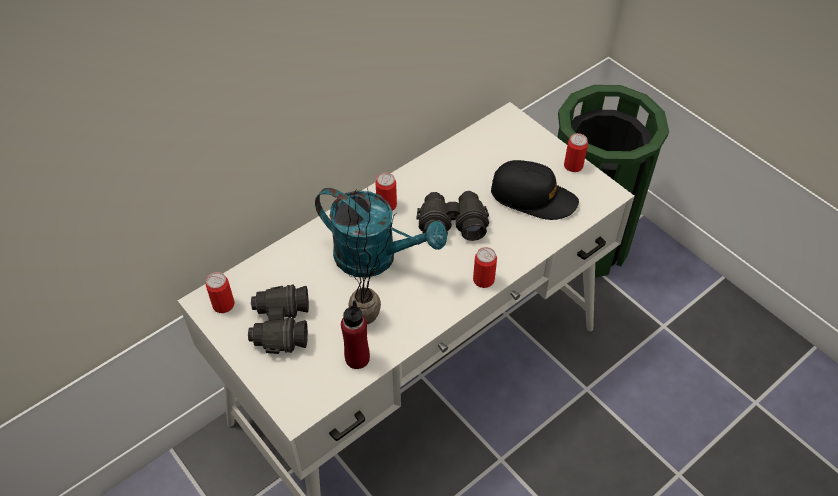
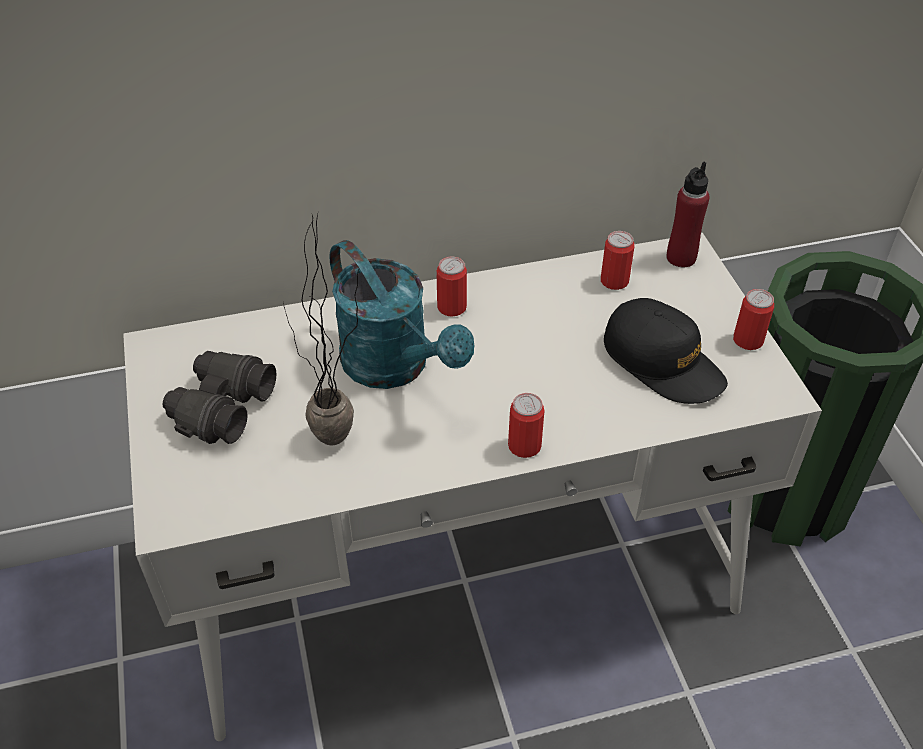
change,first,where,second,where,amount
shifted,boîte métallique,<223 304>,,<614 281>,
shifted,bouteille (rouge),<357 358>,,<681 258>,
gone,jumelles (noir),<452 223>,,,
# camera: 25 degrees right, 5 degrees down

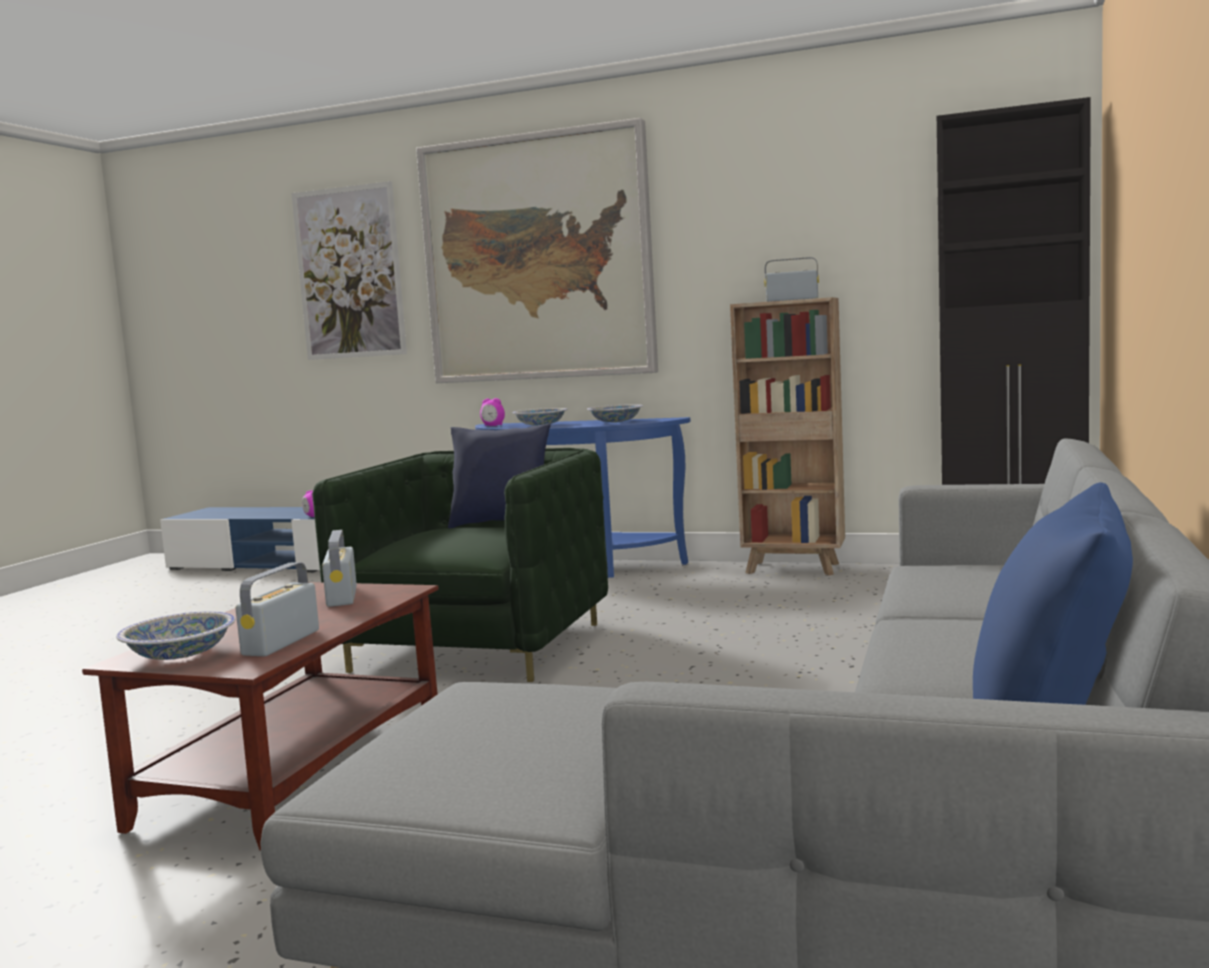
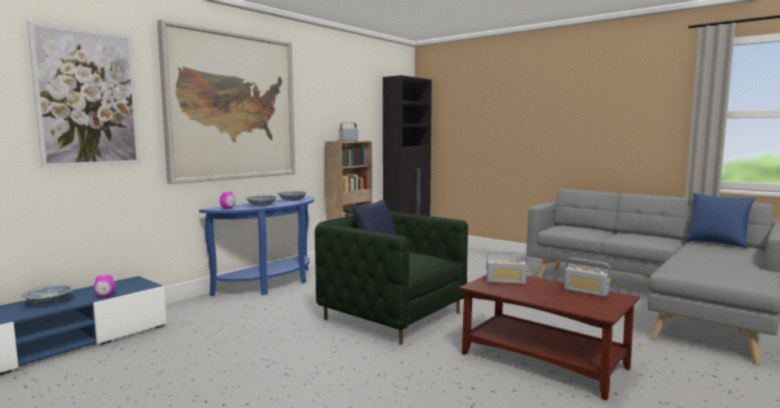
change,first,where,second,where,amount
shifted,bol,<180 655>,,<49 302>,
# camera: 70 degrees left, 0 degrees up

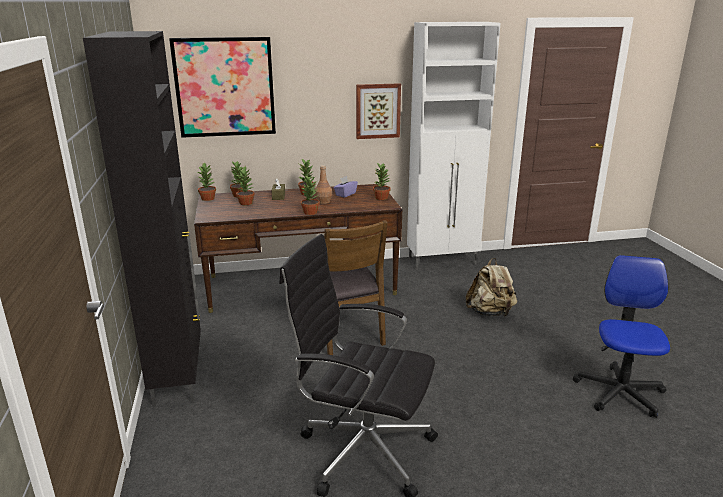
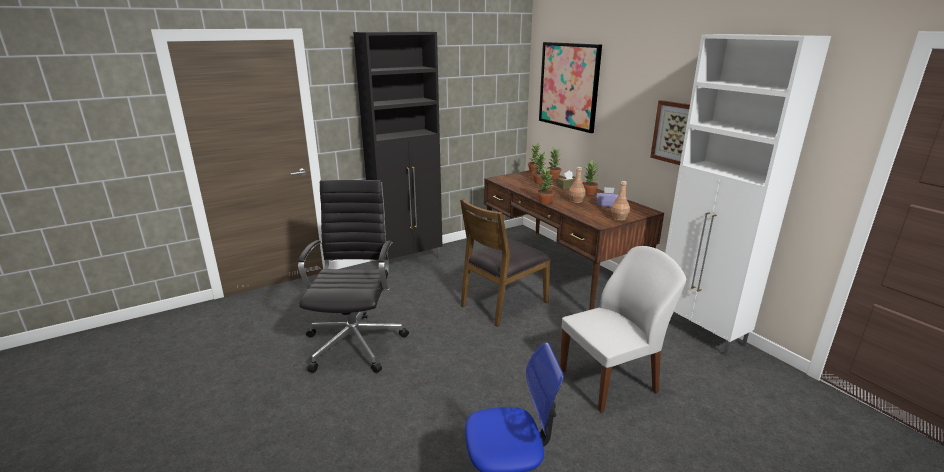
change,first,where,second,where,amount
swapped,sac à dos (beige),<490 313>,chaise (blanc),<610 380>,
swapped,plante en pot,<381 198>,bouteille (marron),<619 218>,
# camera: 70 degrees right, 0 degrees up

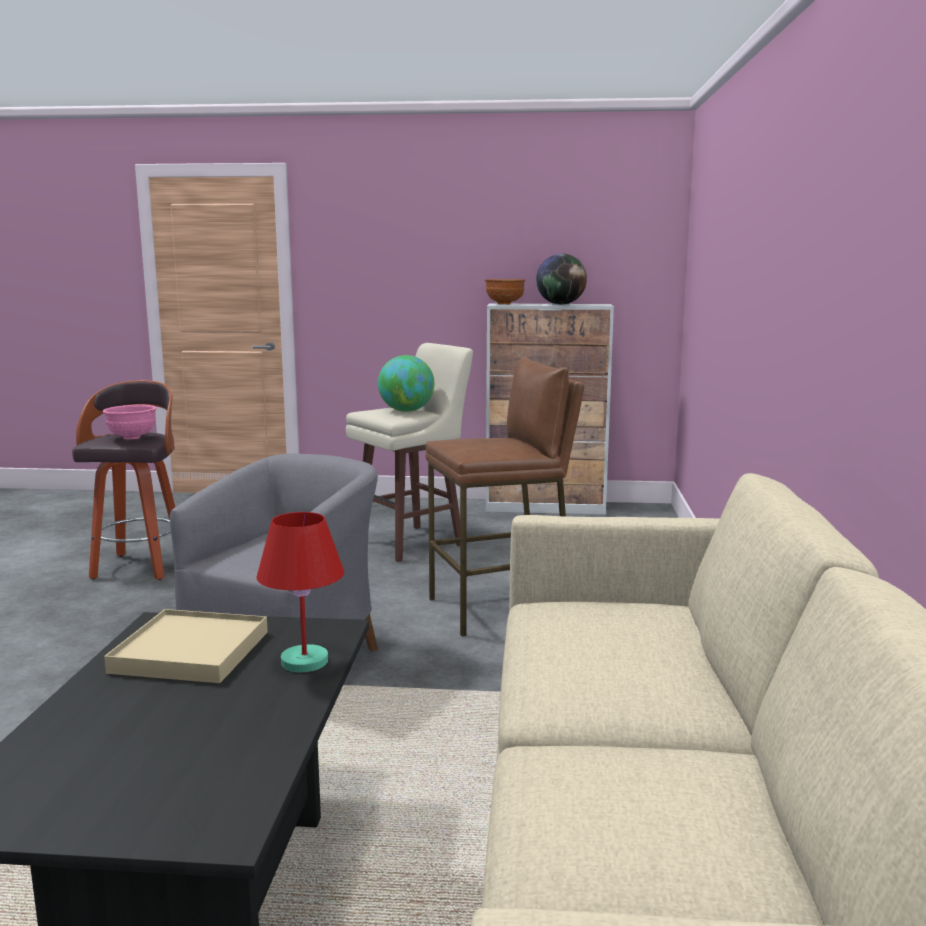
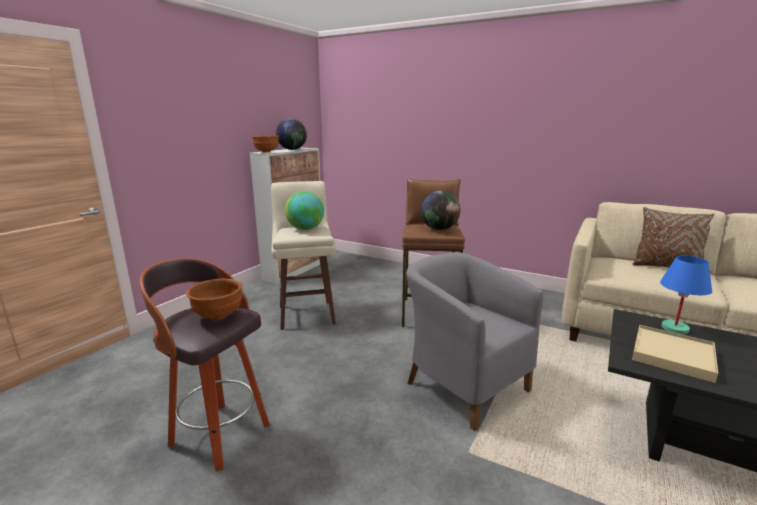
change,first,where,second,where,amount
repainted,bol (rose),<132 438>,bol (marron),<217 316>,
new,,,globe,<439 229>,
new,,,coussin (marron),<666 267>,
repainted,lampe de table (rouge),<303 661>,lampe de table (bleu),<674 328>,
# camera: 65 degrees left, 5 degrees up

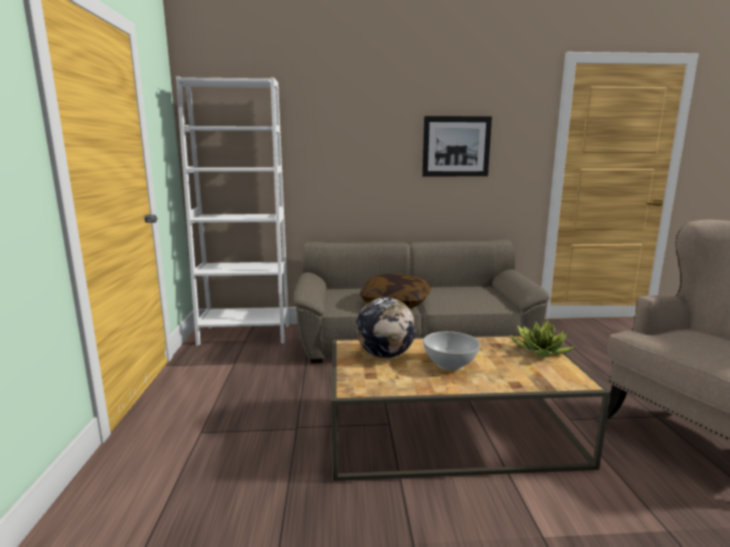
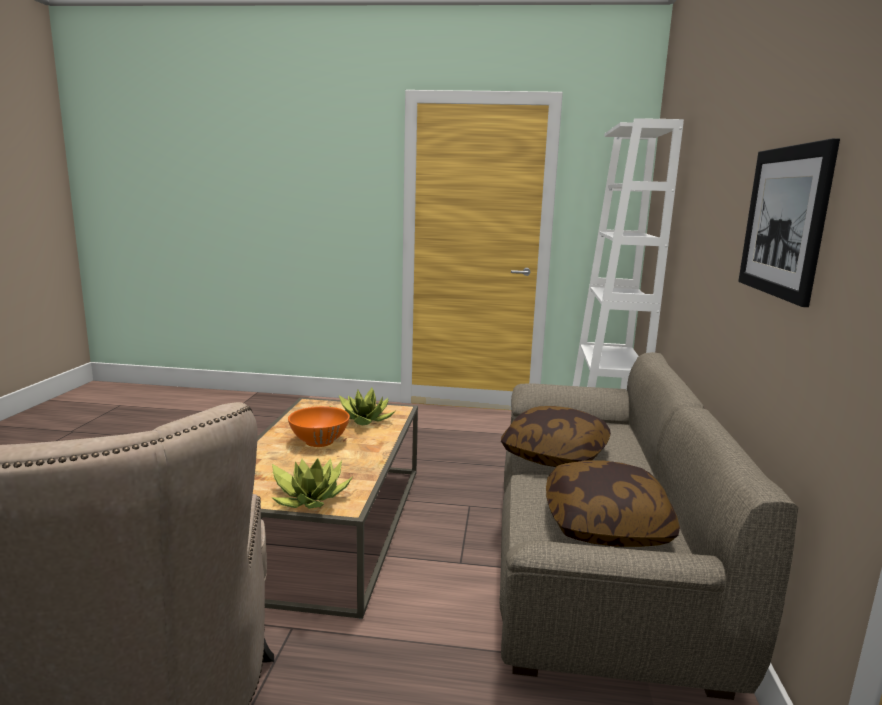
change,first,where,second,where,amount
repainted,bol (blanc),<449 365>,bol (orange),<319 441>,
swapped,globe,<385 355>,plante en pot,<363 420>,
new,,,coussin,<606 525>,
# camera: 100 degrees right, 0 degrees up

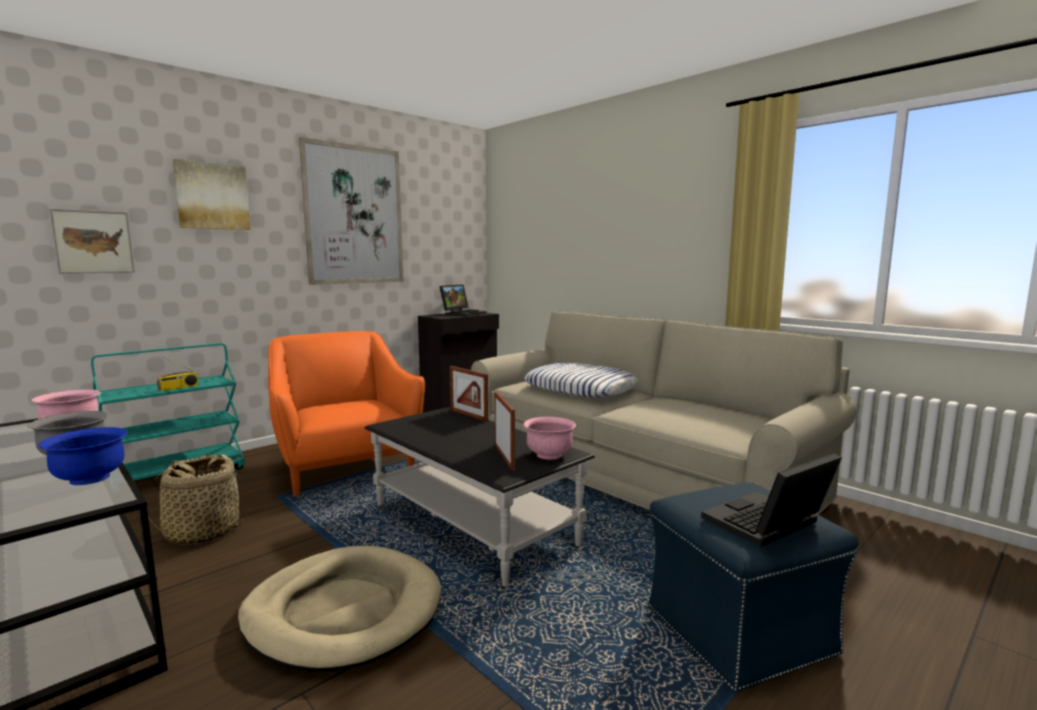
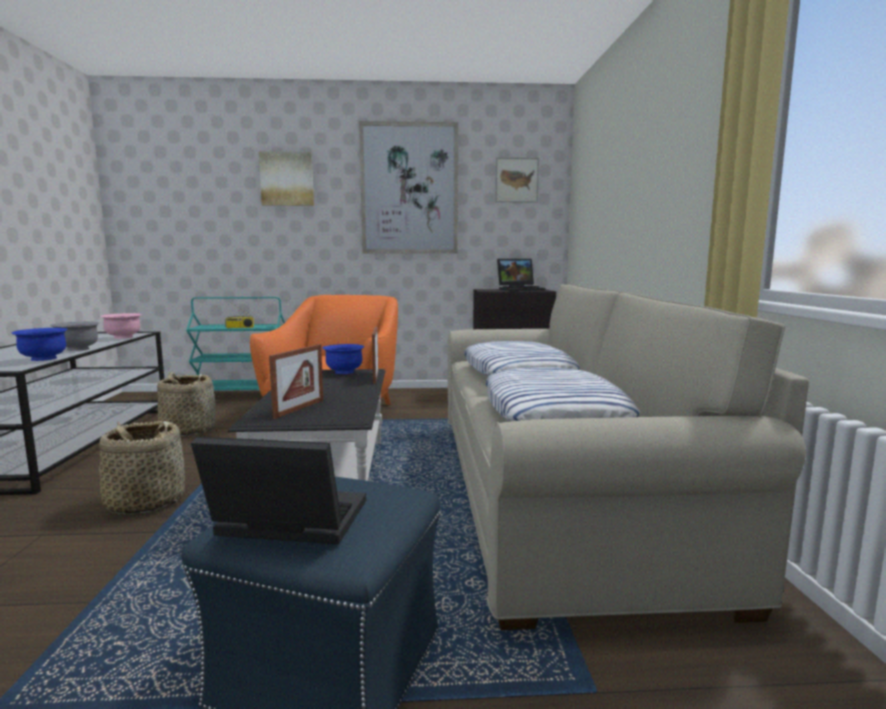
change,first,where,second,where,amount
swapped,panier pour chien (beige),<343 612>,panier,<145 502>,
new,,,bol (bleu),<344 372>,
new,,,coussin,<553 411>,
shifted,tableau,<93 242>,,<516 180>,
gone,bol (rose),<549 455>,,,
# camera: 40 degrees right, 0 degrees up

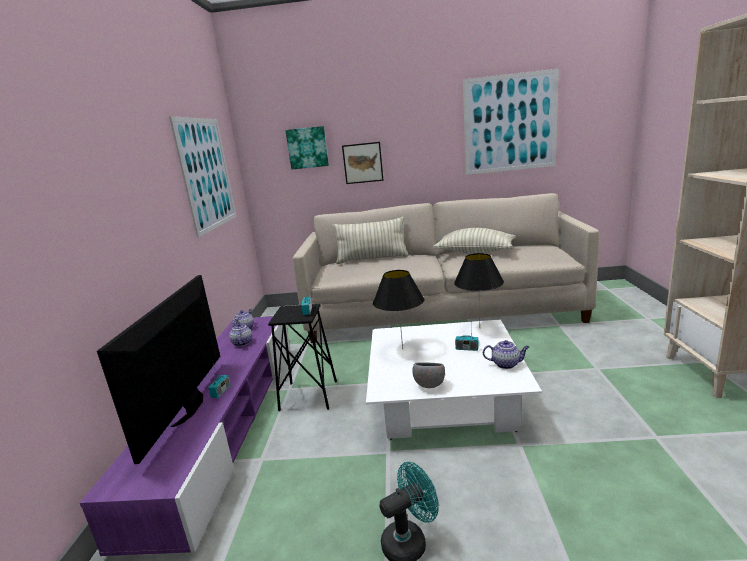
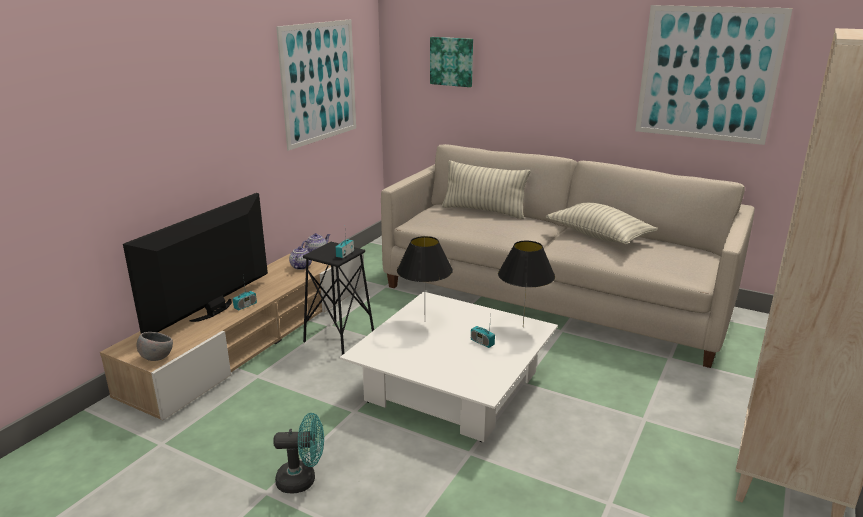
change,first,where,second,where,amount
repainted,meuble télé (violet),<225 421>,meuble télé (beige),<257 335>,
shifted,bol (gris),<429 385>,,<156 358>,
gone,tableau,<363 163>,,,
gone,théière,<506 364>,,,
# camera: 25 degrees right, 5 degrees up

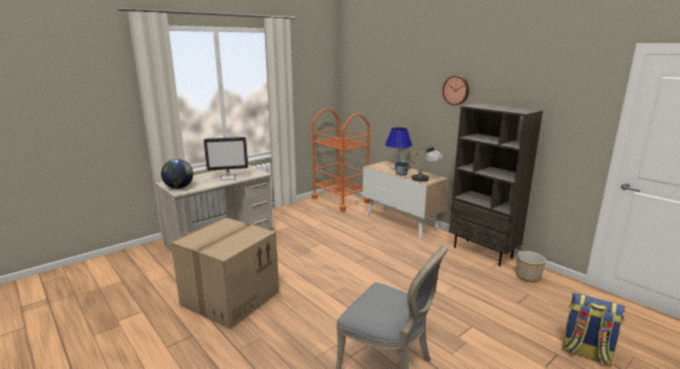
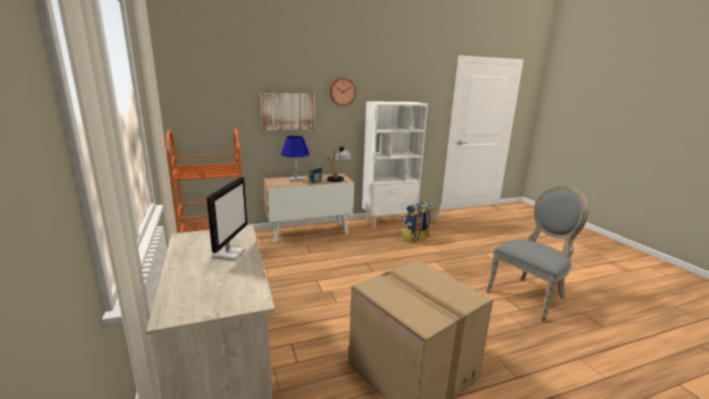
change,first,where,second,where,amount
new,,,tableau,<288 111>,
repainted,bibliothèque (marron),<483 252>,bibliothèque (blanc),<389 221>,
shifted,sac à dos,<585 353>,,<416 238>,
gone,globe,<179 188>,,,
# camera: 70 degrees left, 0 degrees up

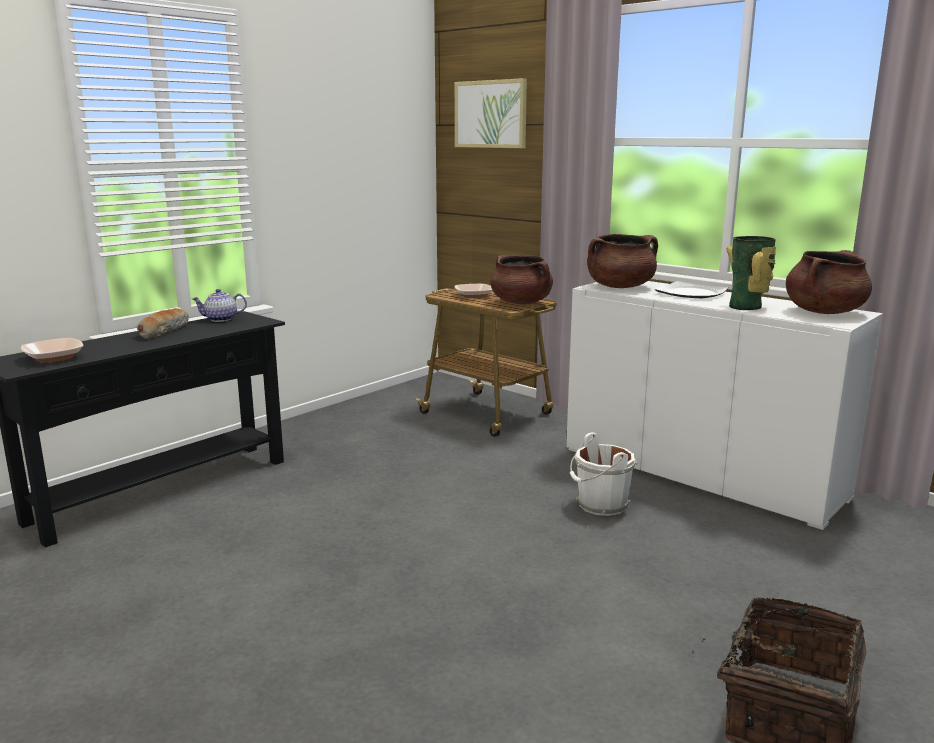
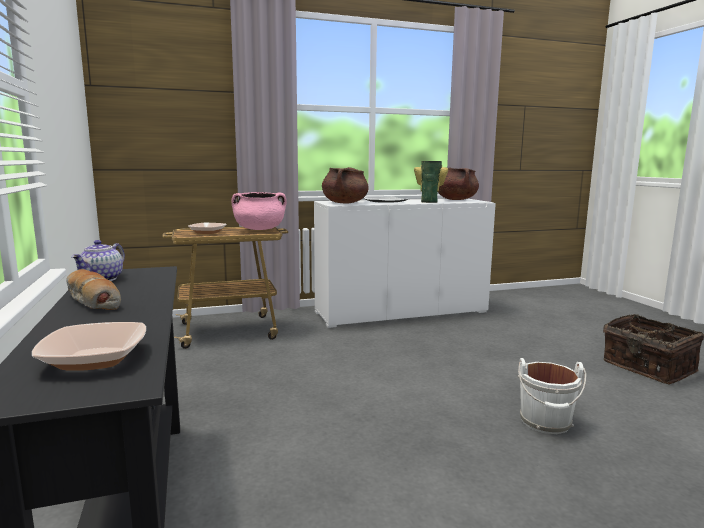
change,first,where,second,where,amount
repainted,marmite (marron),<521 303>,marmite (rose),<259 229>,
shifted,seau (blanc),<600 505>,,<546 423>,
gone,tableau,<490 114>,,,
# camera: 60 degrees left, 5 degrees down

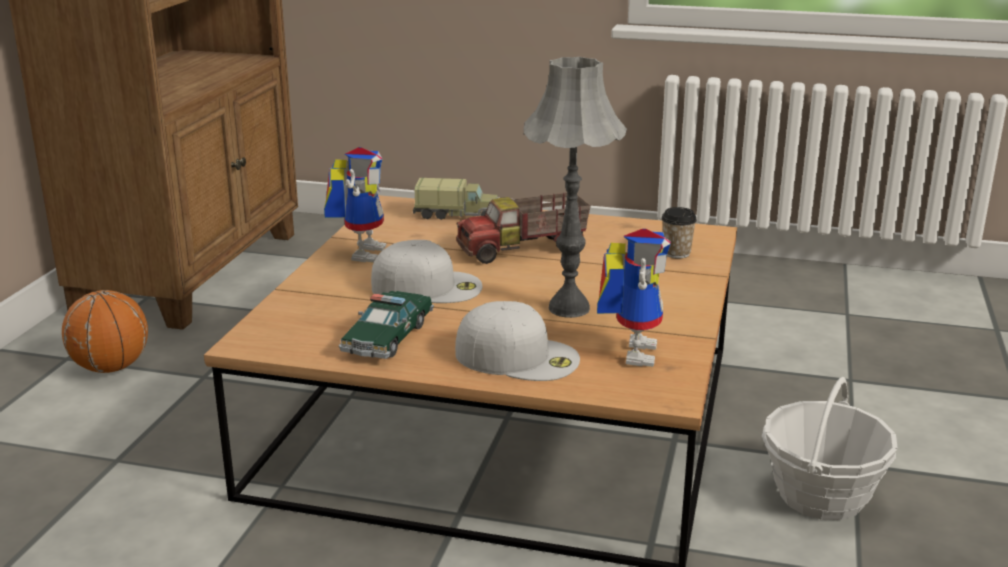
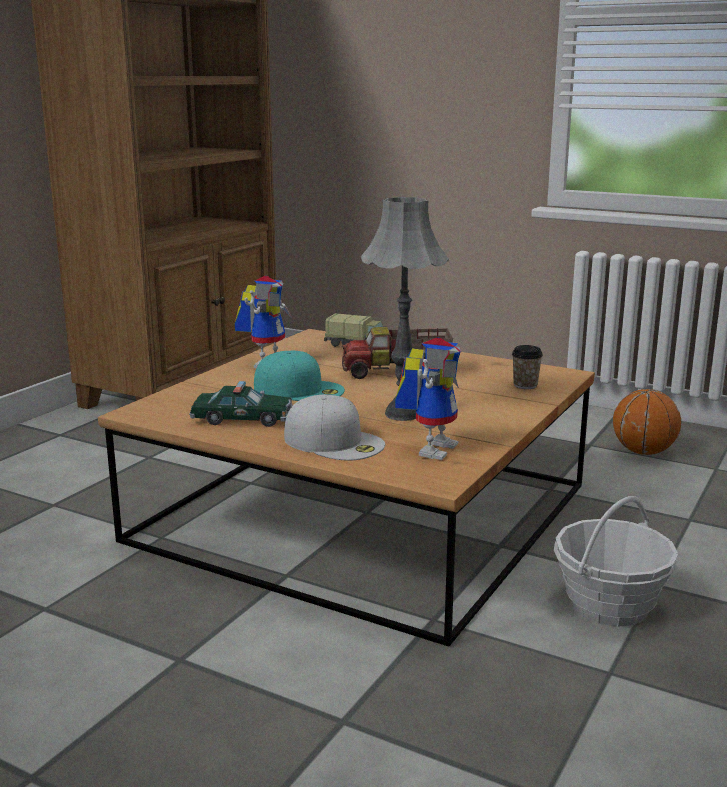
change,first,where,second,where,amount
rotated,petite voiture,<388 337>,,<242 419>,120 degrees counterclockwise
repainted,casquette (blanc),<428 286>,casquette (turquoise),<300 390>,
shifted,ballon de basket,<111 368>,,<643 452>,
# camera: 15 degrees right, 5 degrees down

